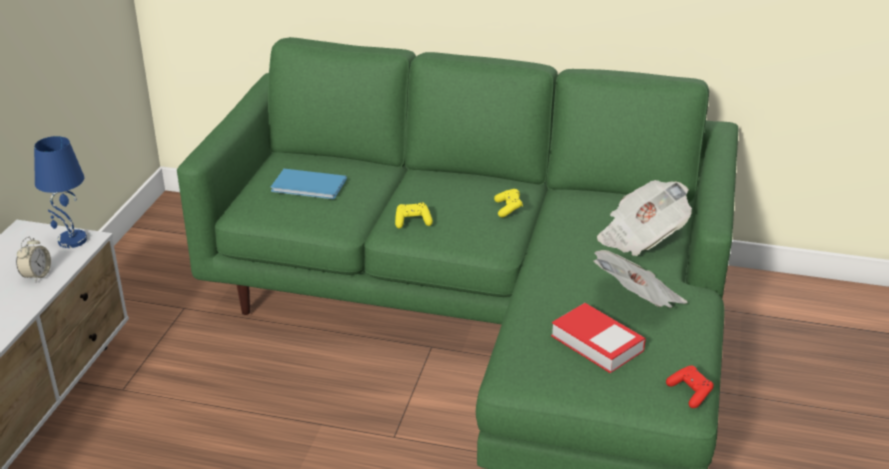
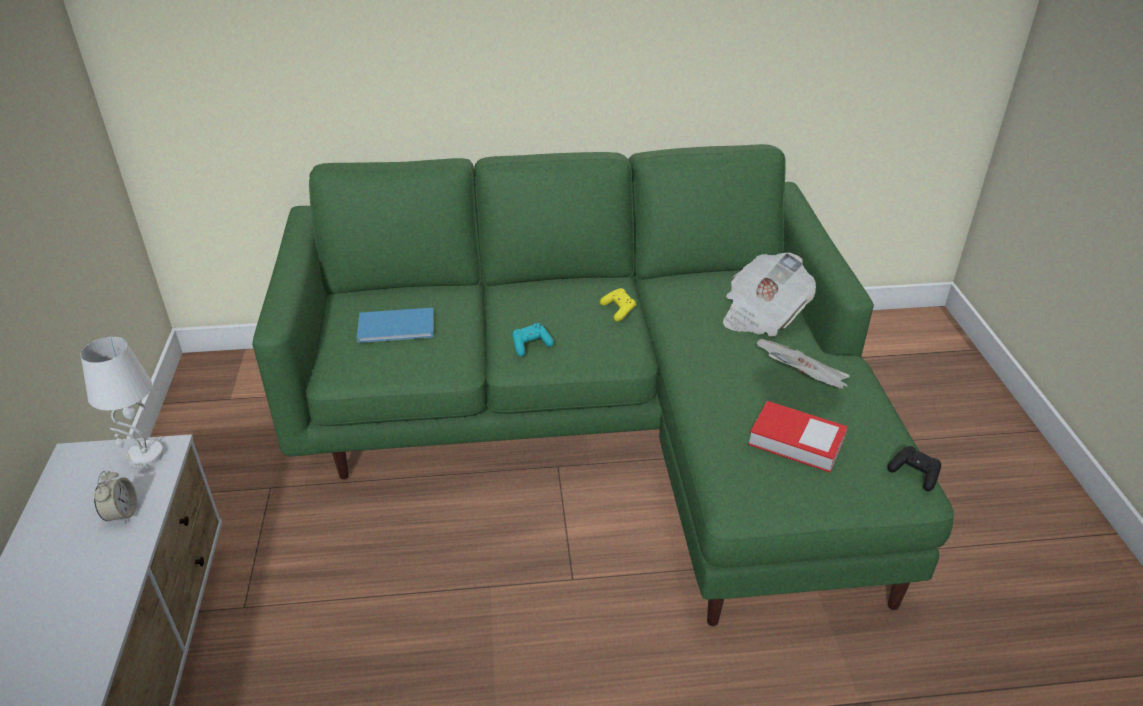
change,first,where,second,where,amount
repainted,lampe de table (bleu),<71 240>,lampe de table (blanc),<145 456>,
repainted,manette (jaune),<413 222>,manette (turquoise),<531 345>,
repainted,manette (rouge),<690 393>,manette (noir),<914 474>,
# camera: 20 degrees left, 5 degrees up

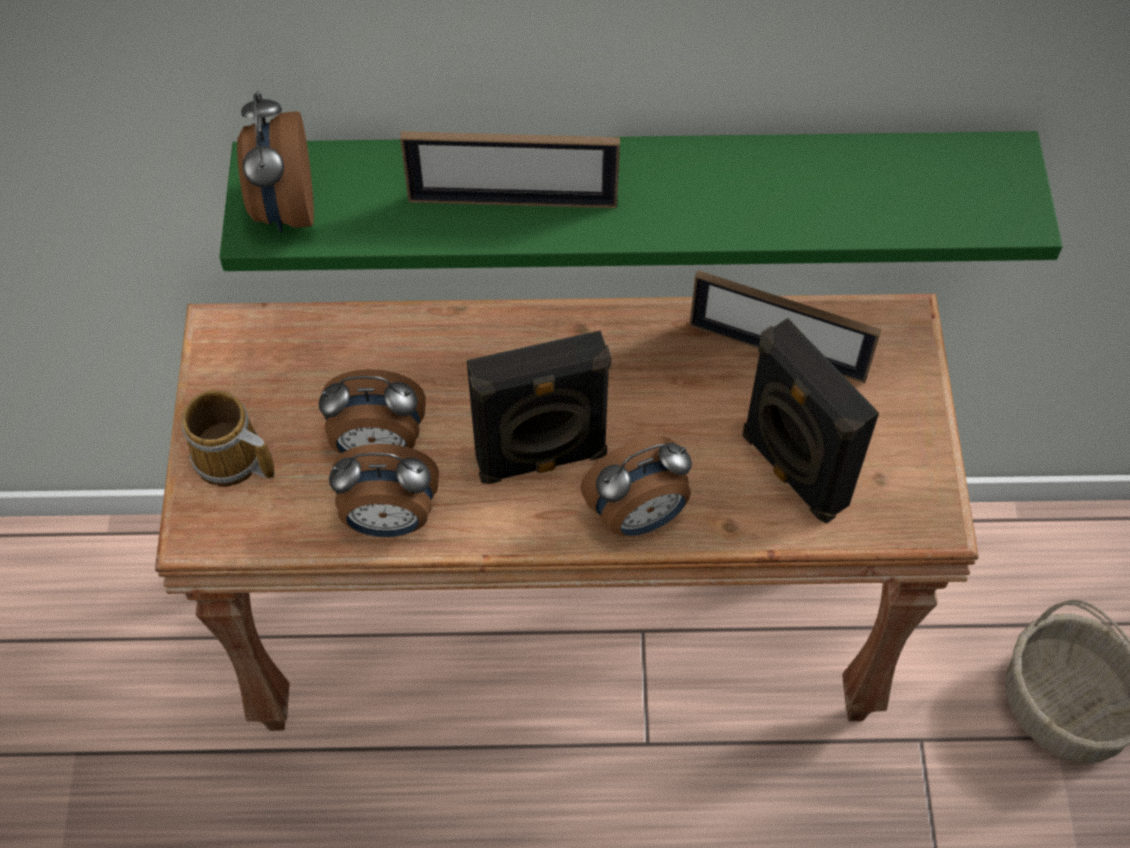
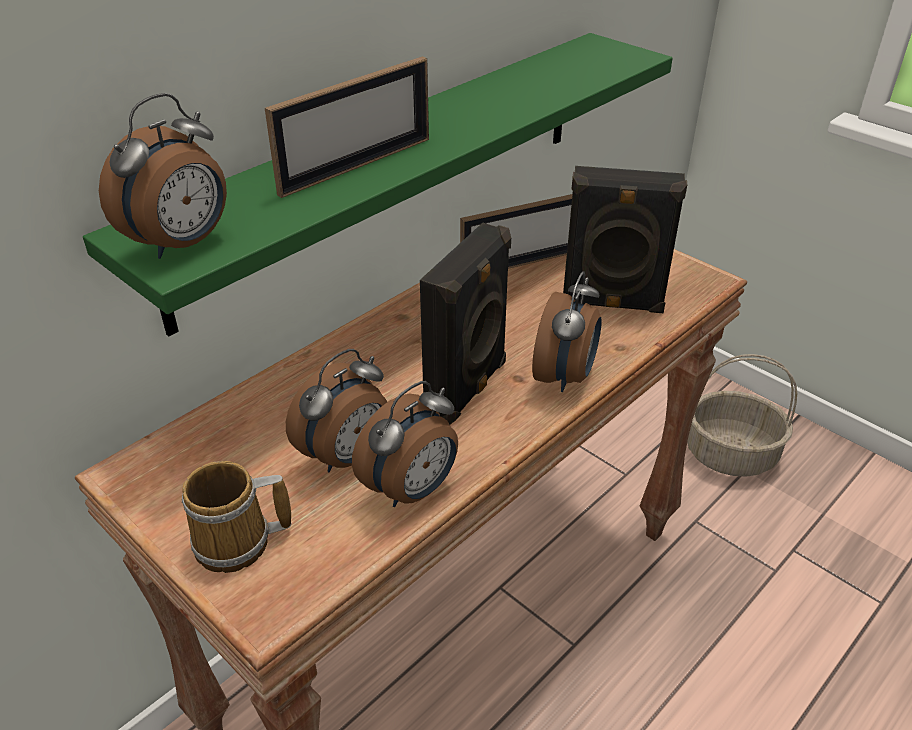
change,first,where,second,where,amount
rotated,réveil,<283 208>,,<182 244>,90 degrees counterclockwise
# camera: 45 degrees left, 20 degrees down

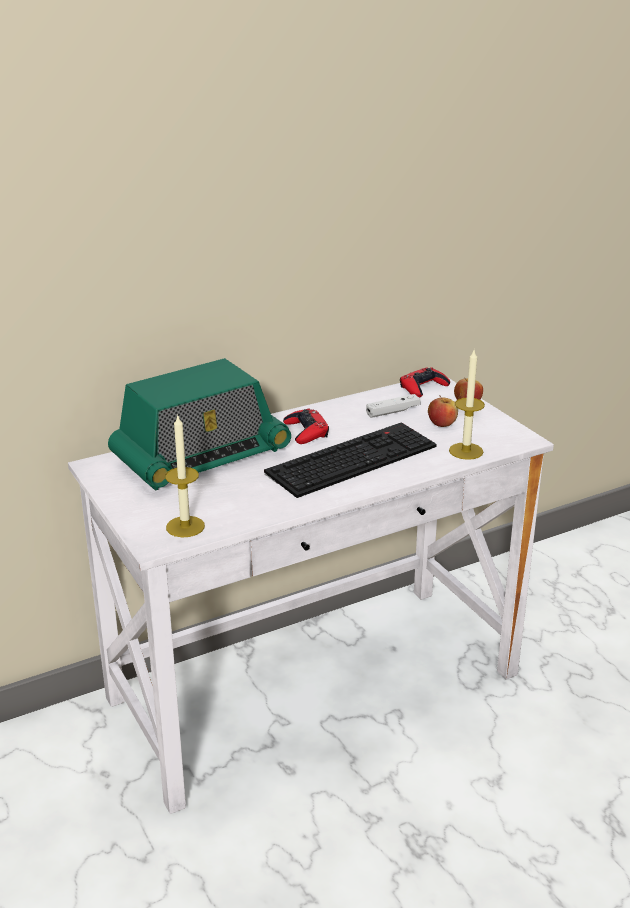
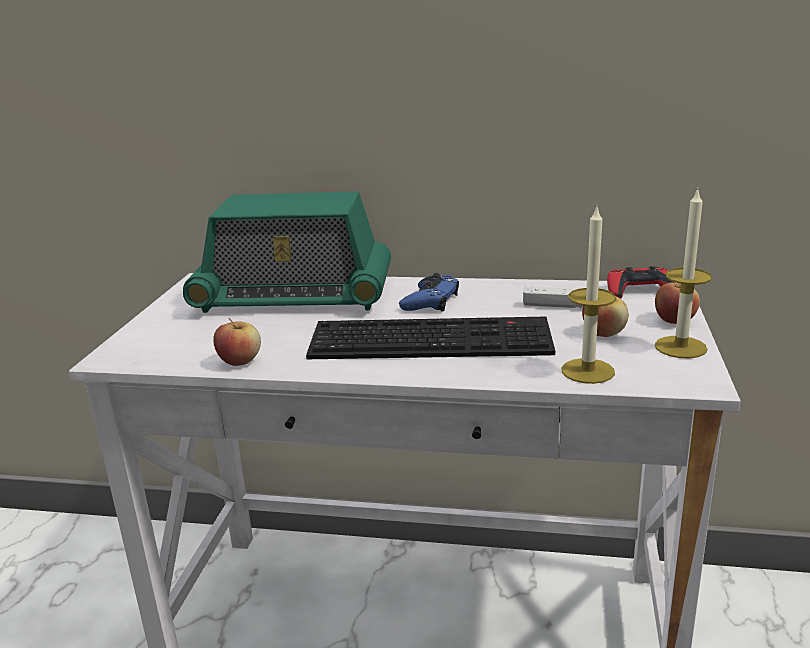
change,first,where,second,where,amount
new,,,pomme,<240 361>,
repainted,manette (rouge),<306 432>,manette (bleu),<430 301>,
shifted,bougie,<185 526>,,<680 347>,
# camera: 40 degrees right, 5 degrees down

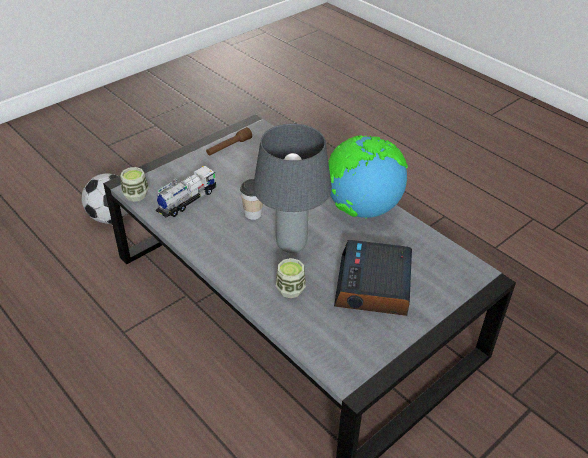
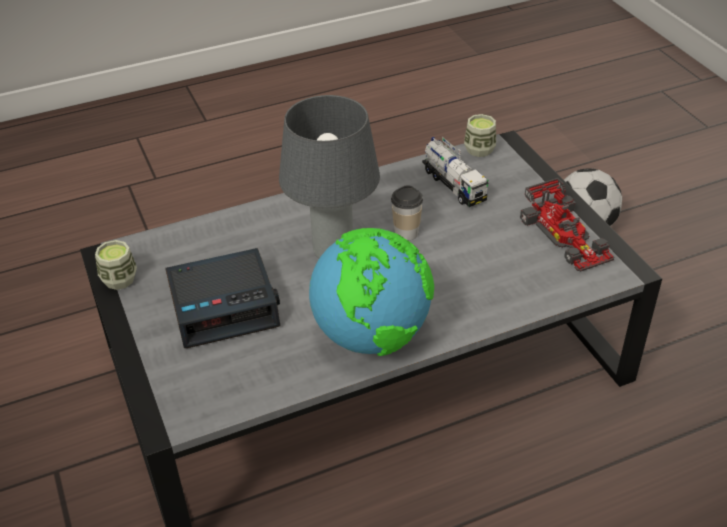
change,first,where,second,where,amount
shifted,tasse,<290 289>,,<119 279>,
rotated,réveil,<374 286>,,<225 306>,135 degrees clockwise
swapped,lampe de poche (marron),<229 147>,petite voiture,<566 235>,
# camera: 110 degrees right, 0 degrees up

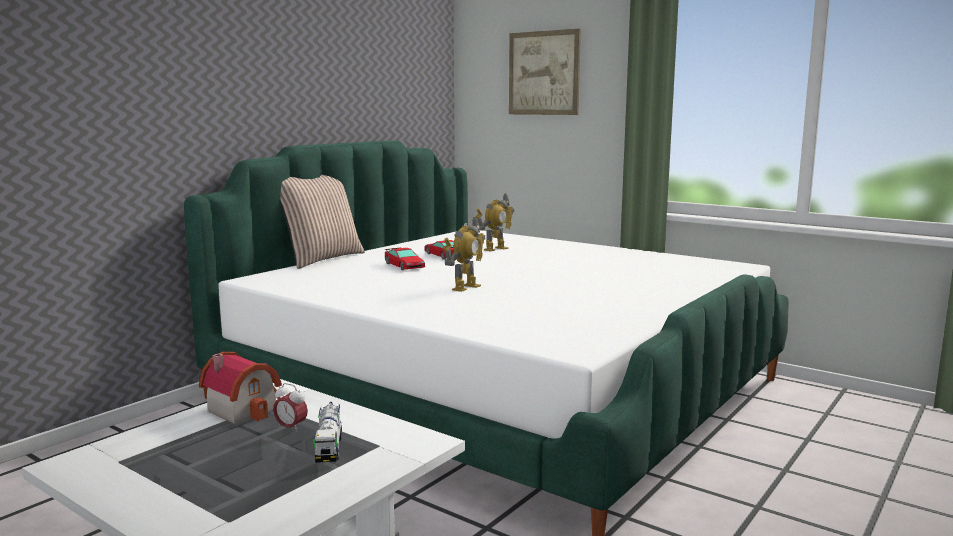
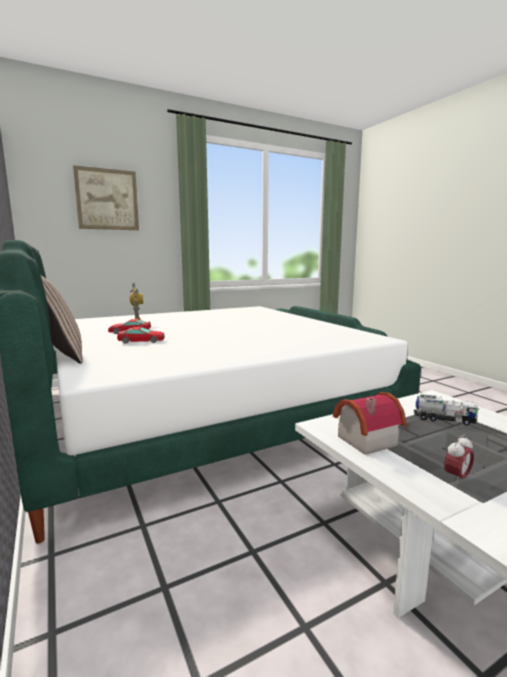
change,first,where,second,where,amount
shifted,réveil,<291 428>,,<456 478>,
gone,robot jouet,<465 287>,,,
# camera: 65 degrees left, 0 degrees up

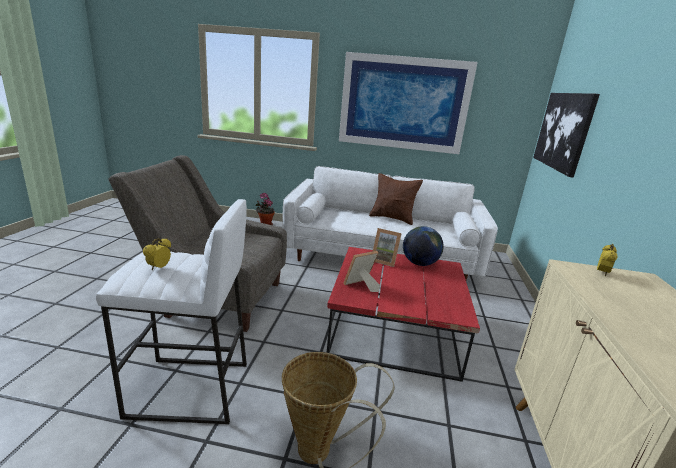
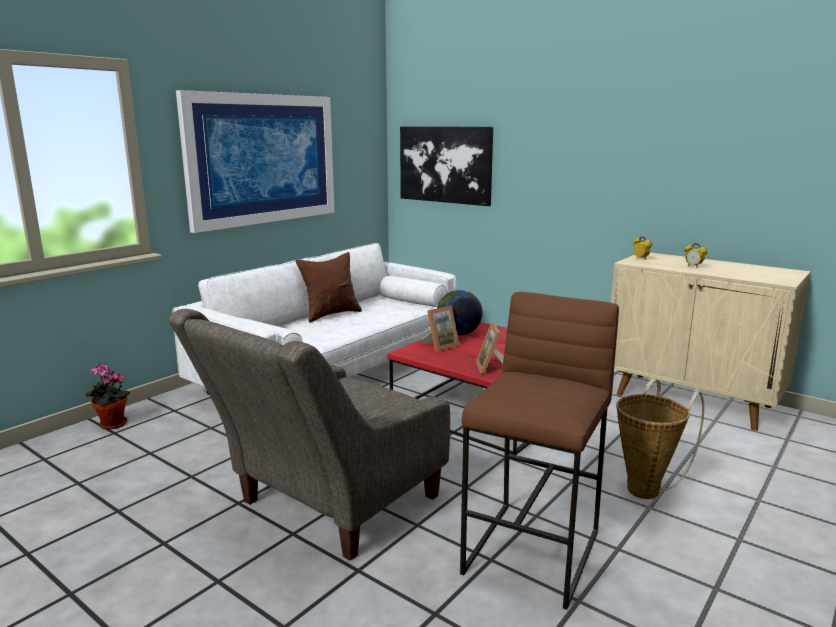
change,first,where,second,where,amount
repainted,tabouret (blanc),<189 390>,tabouret (marron),<534 552>,
shifted,réveil,<159 268>,,<693 267>,
# camera: 60 degrees left, 5 degrees down

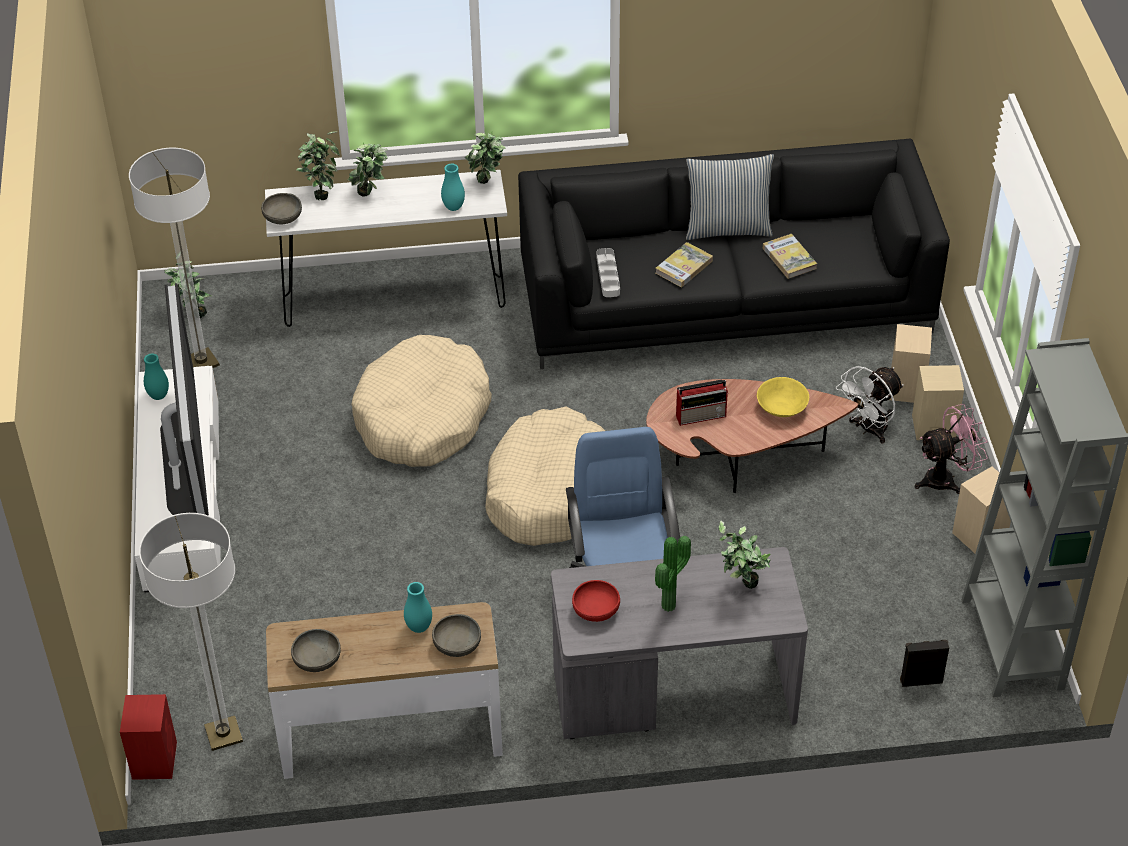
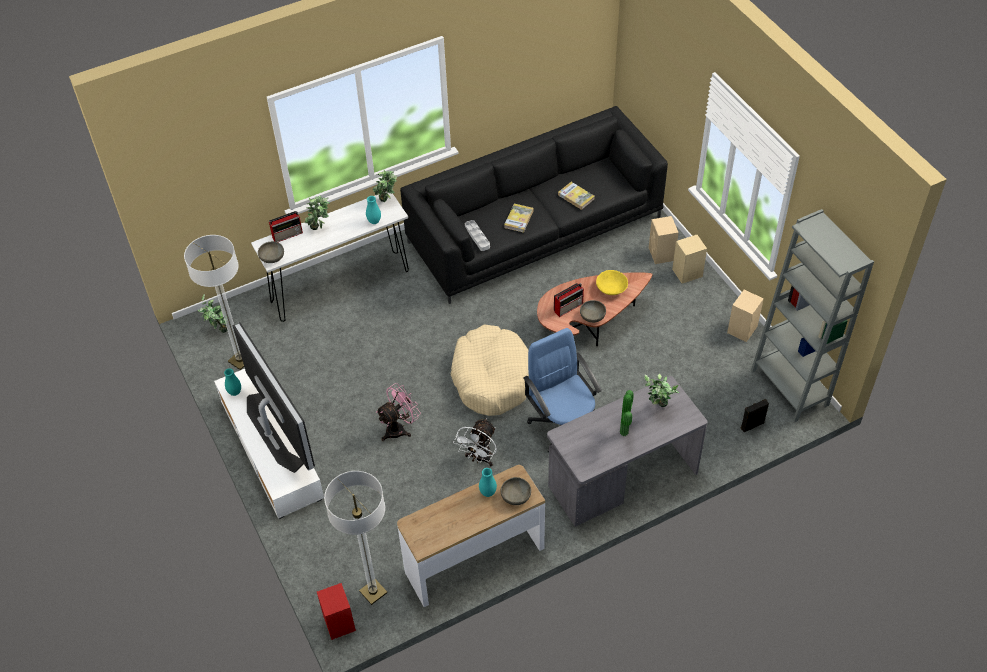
change,first,where,second,where,amount
swapped,plante en pot,<321 192>,radio,<288 234>,
shifted,ventilateur (rose),<946 479>,,<399 428>,
shifted,ventilateur (blanc),<868 430>,,<479 458>,
shifted,bol (gris),<317 660>,,<592 316>,
gone,panier pour chien (beige),<422 417>,,,
gone,bol (rouge),<595 610>,,,
gone,coussin,<727 228>,,,
# camera: 20 degrees left, 5 degrees up

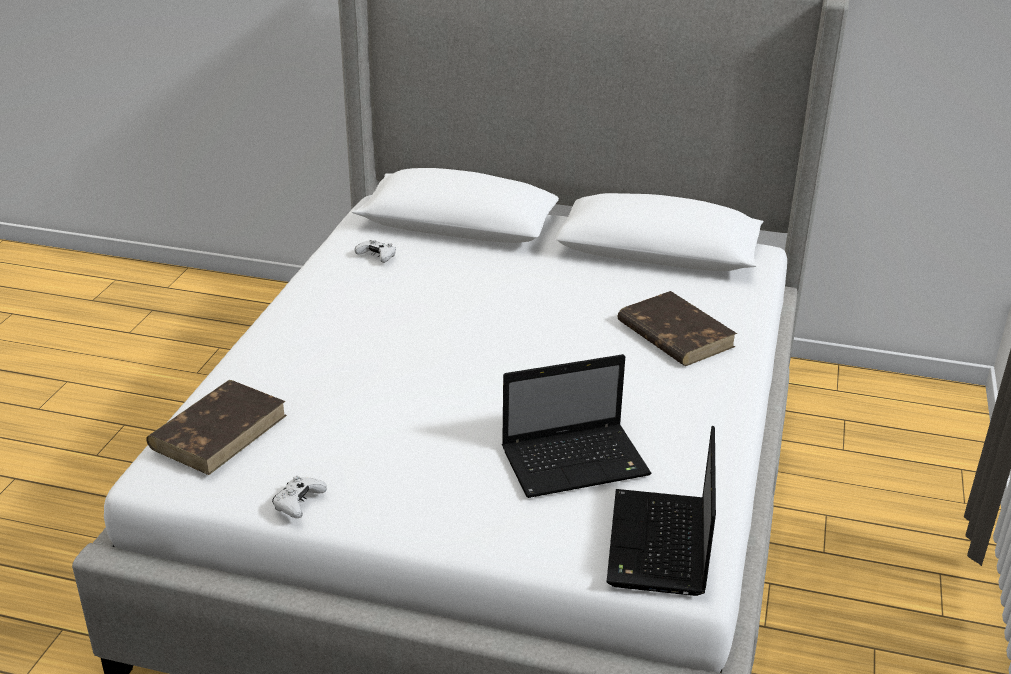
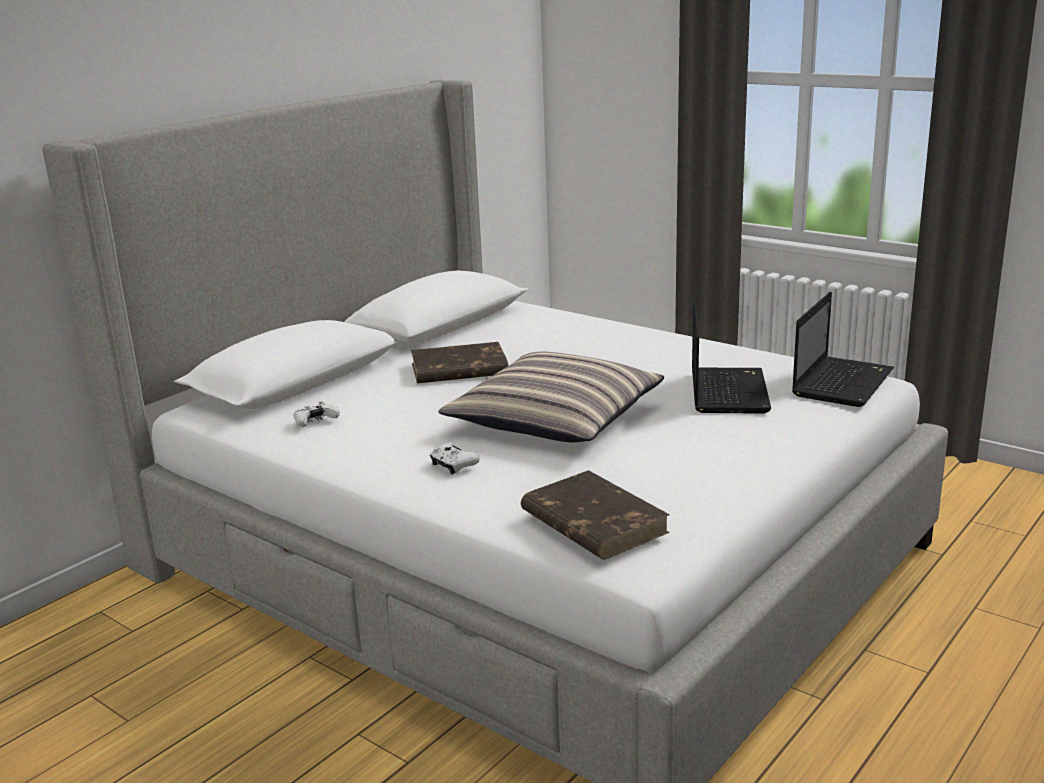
change,first,where,second,where,amount
shifted,livre (marron),<674 334>,,<458 369>,
shifted,manette (blanc),<298 504>,,<453 465>,
new,,,coussin,<555 418>,
rotated,ordinateur portable,<659 546>,,<842 382>,90 degrees counterclockwise
# camera: 65 degrees left, 10 degrees down

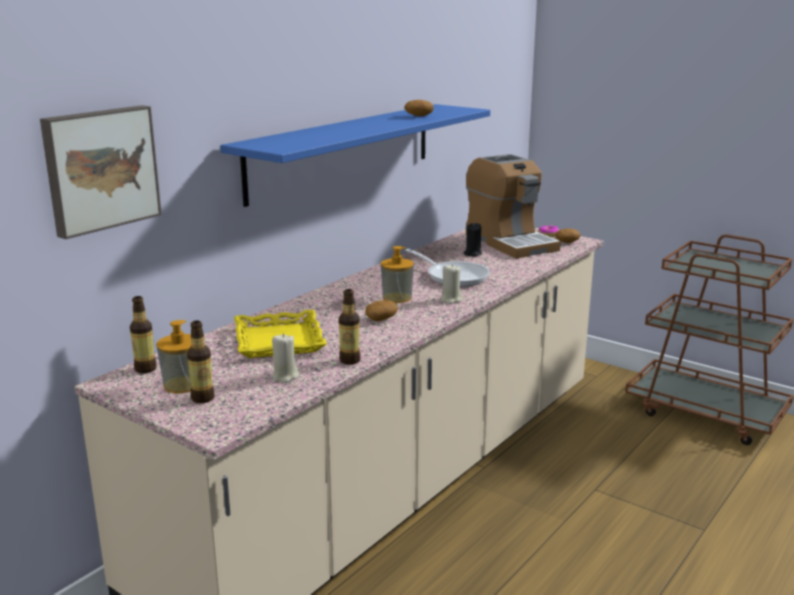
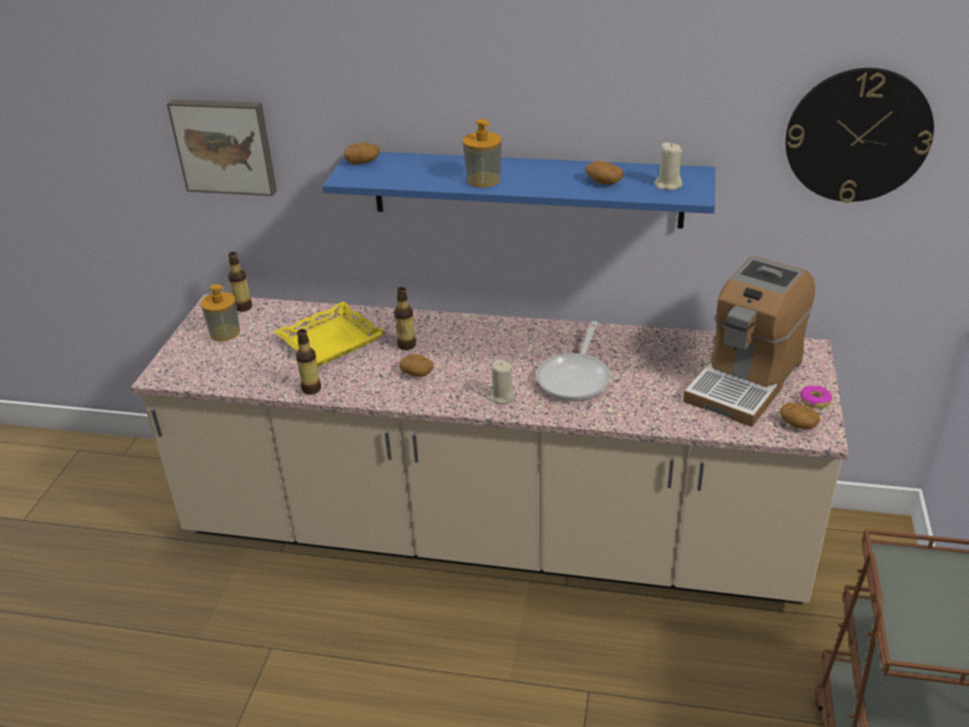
change,first,where,second,where,amount
new,,,pomme de terre,<363 162>,
shifted,bouteille,<203 398>,,<406 345>,
shifted,distributeur de savon,<397 297>,,<483 179>,
shifted,bougie (beige),<285 376>,,<668 185>,
new,,,horloge murale,<857 135>,
gone,bougie (noir),<472 253>,,,
# camera: 65 degrees right, 15 degrees up

